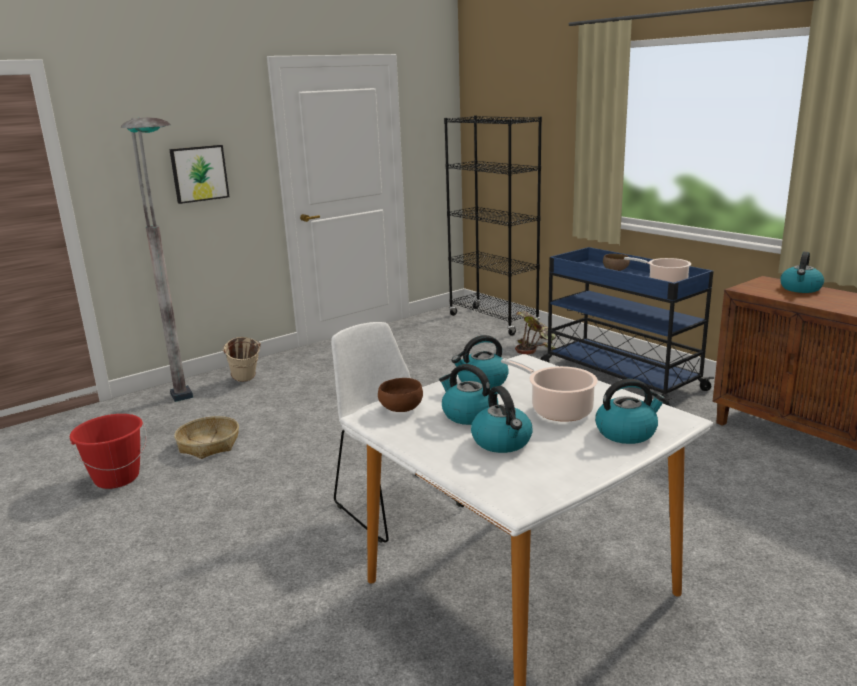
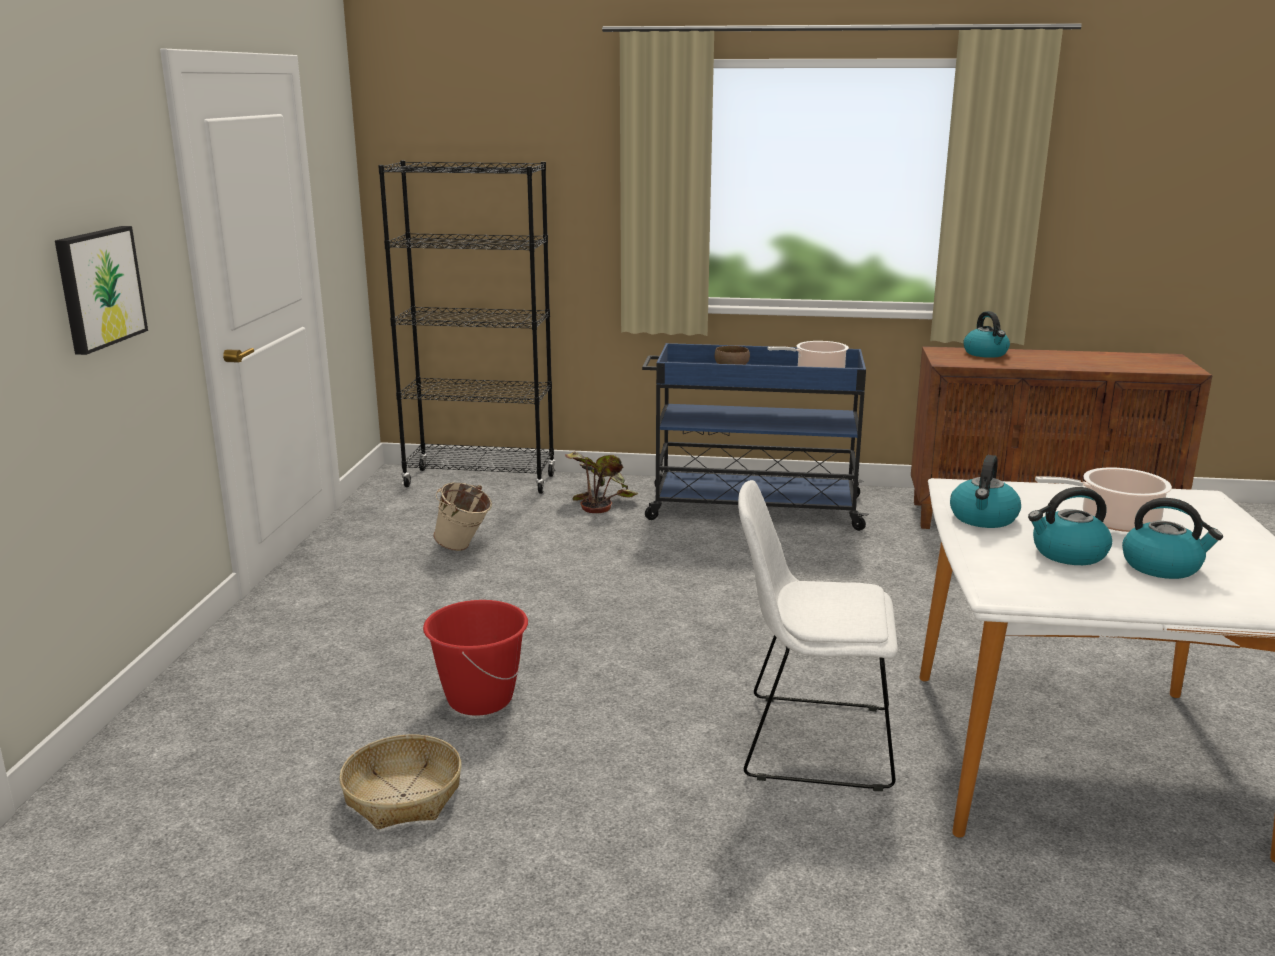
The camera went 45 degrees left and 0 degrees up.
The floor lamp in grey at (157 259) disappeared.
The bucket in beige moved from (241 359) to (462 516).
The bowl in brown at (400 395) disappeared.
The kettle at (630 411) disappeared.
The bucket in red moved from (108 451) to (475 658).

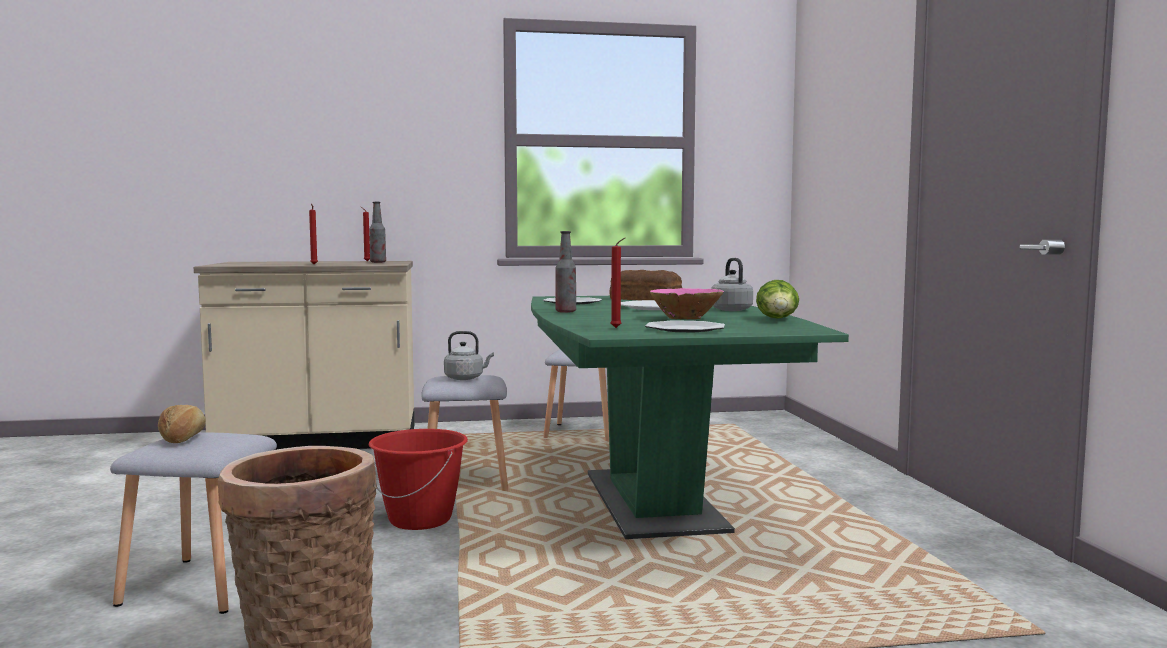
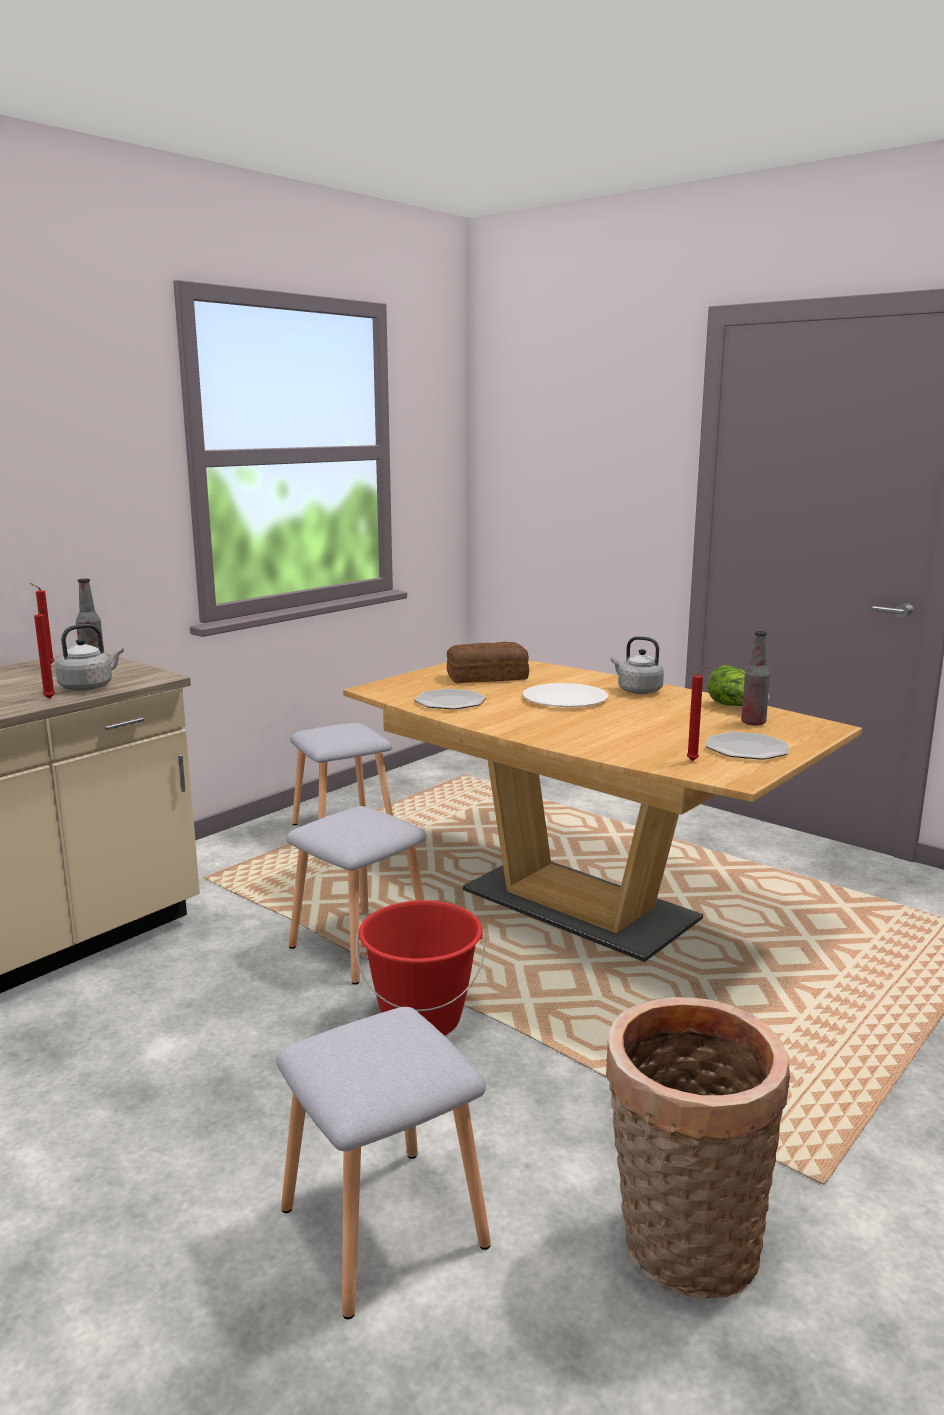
The camera went 40 degrees left and 10 degrees up.
The bottle moved from (565 272) to (755 678).
The bowl in pink at (687 303) disappeared.
The dining table in green at (690 417) became the dining table in brown at (602 811).
The kettle in grey moved from (469 355) to (89 657).
The bread at (182 424) disappeared.

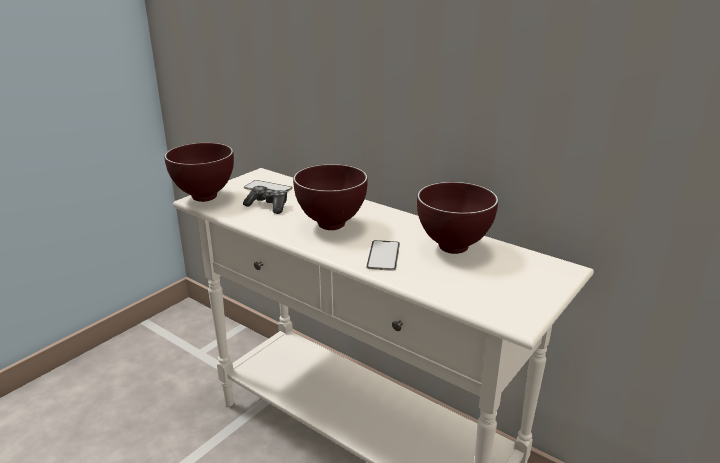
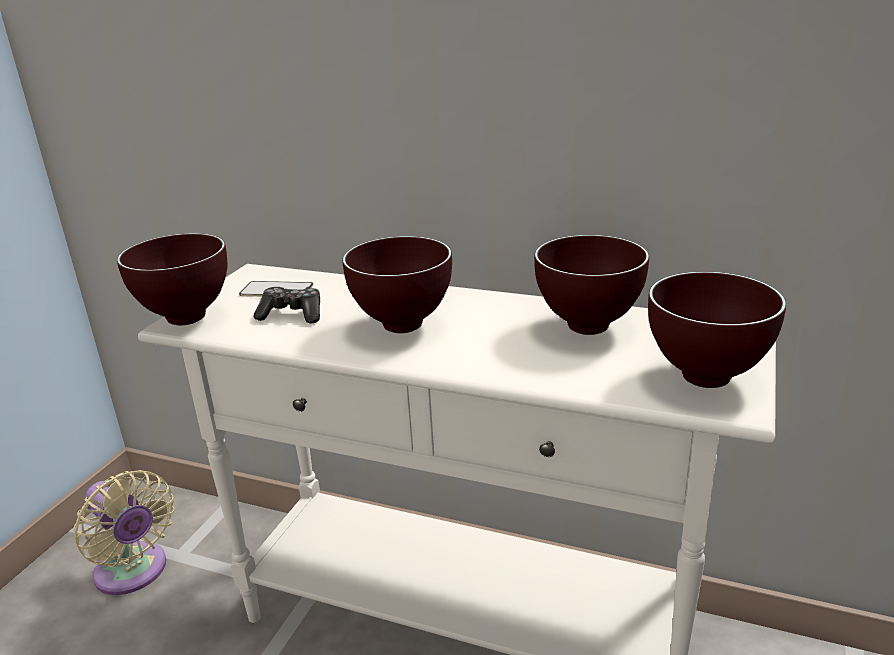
The camera went 15 degrees left and 0 degrees up.
The phone at (383 255) disappeared.
The bowl in brown at (717 330) appeared.
The fan in beige at (124 532) appeared.

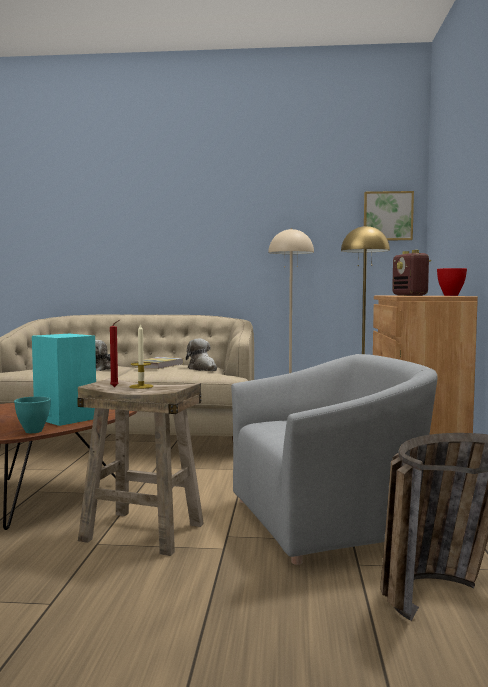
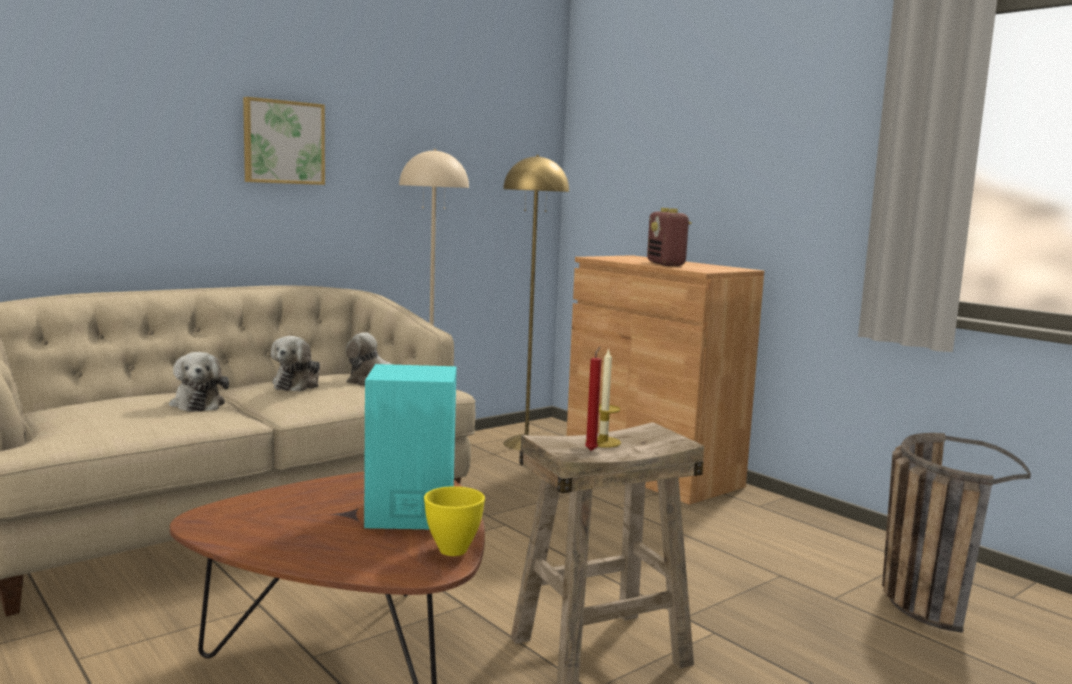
The camera went 45 degrees left and 5 degrees up.
The picture moved from (389 215) to (284 141).
The radio at (411 273) turned 45 degrees clockwise.
The bowl in red at (452 282) disappeared.
The armchair in grey at (334 459) disappeared.
The book at (158 363) was replaced by the plush toy at (295 364).
The bowl in turquoise at (32 414) became the bowl in yellow at (454 521).

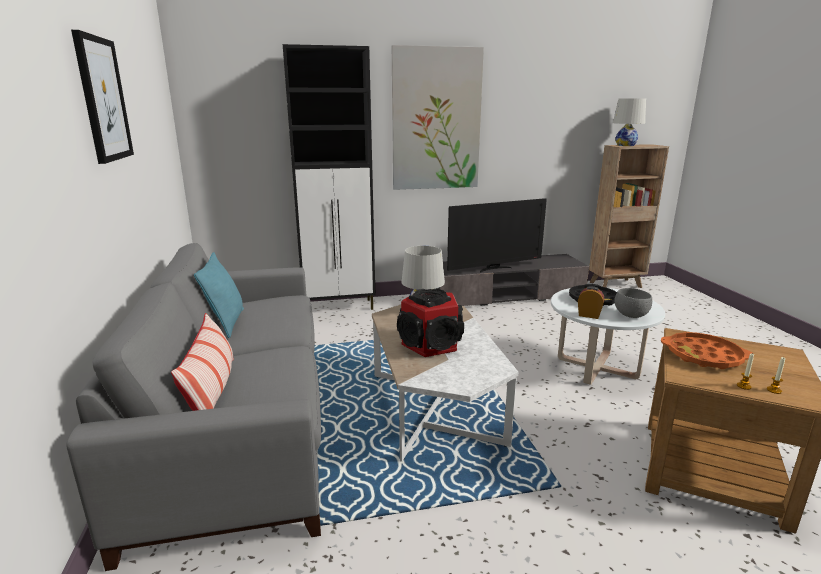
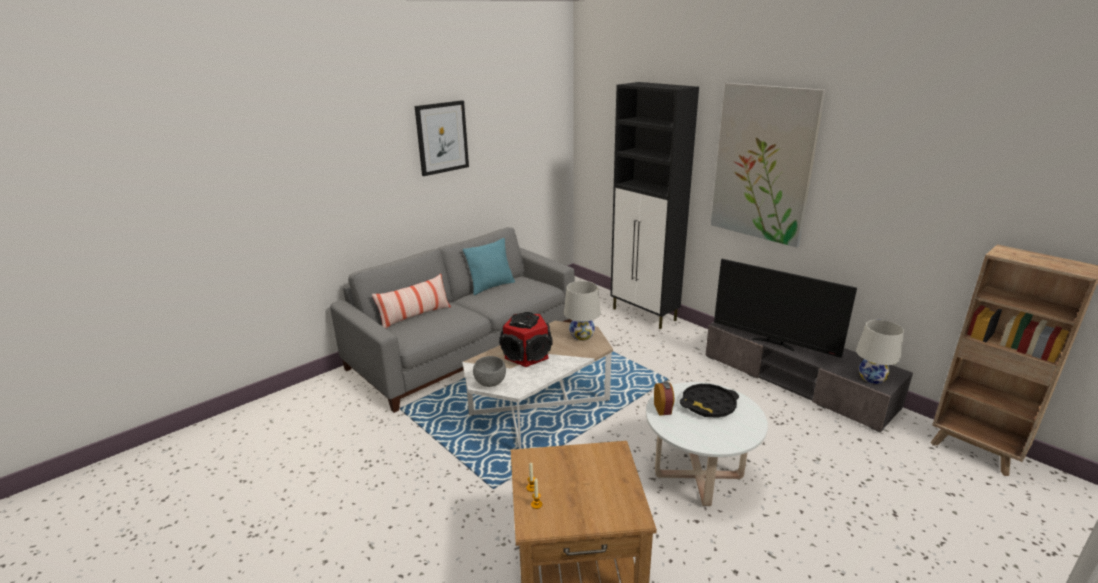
The camera went 60 degrees right and 5 degrees up.
The table lamp in white moved from (629 122) to (880 352).
The bowl in grey moved from (633 303) to (489 371).
The tray in orange at (707 350) disappeared.

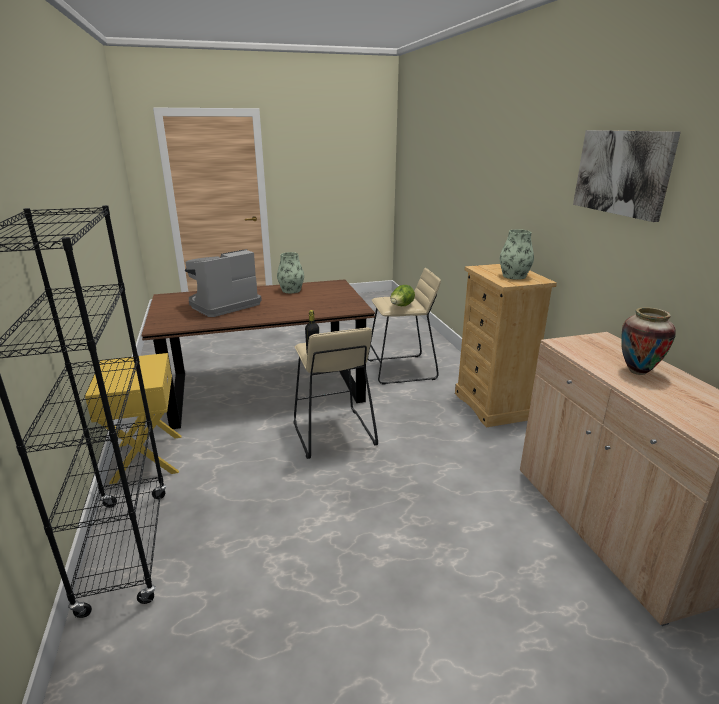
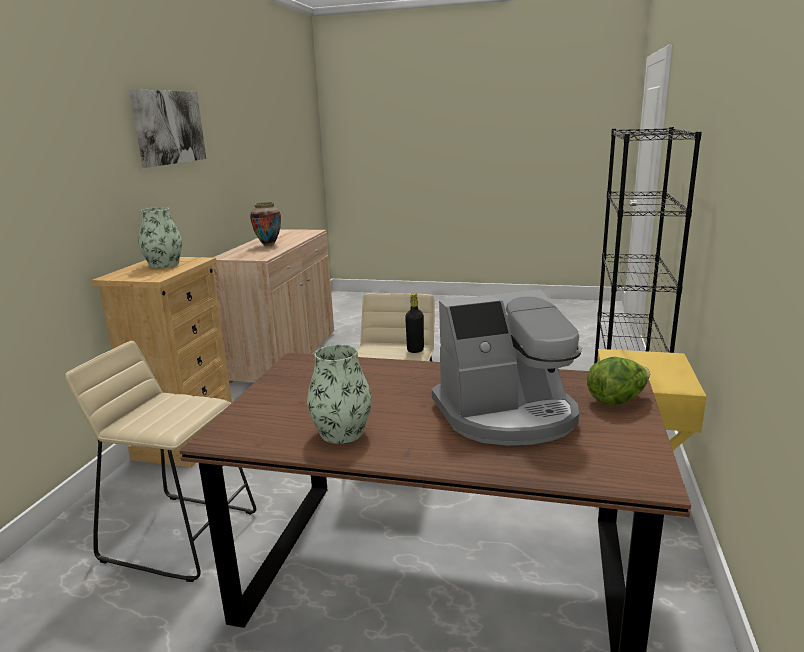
The camera went 150 degrees left and 5 degrees down.
The lettuce moved from (402 295) to (618 381).

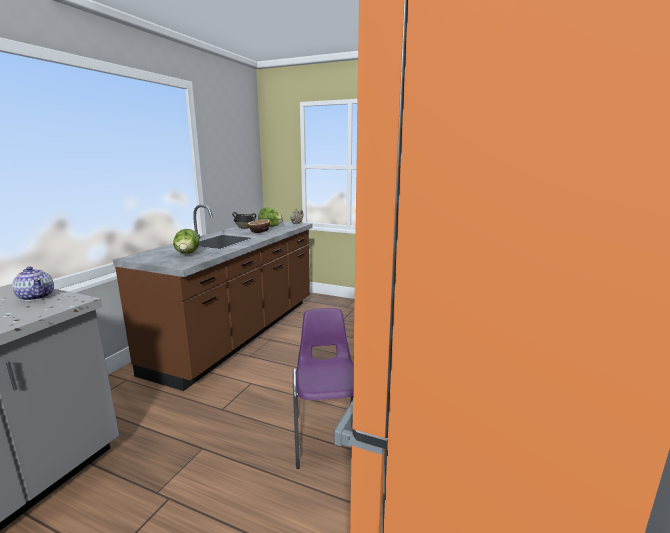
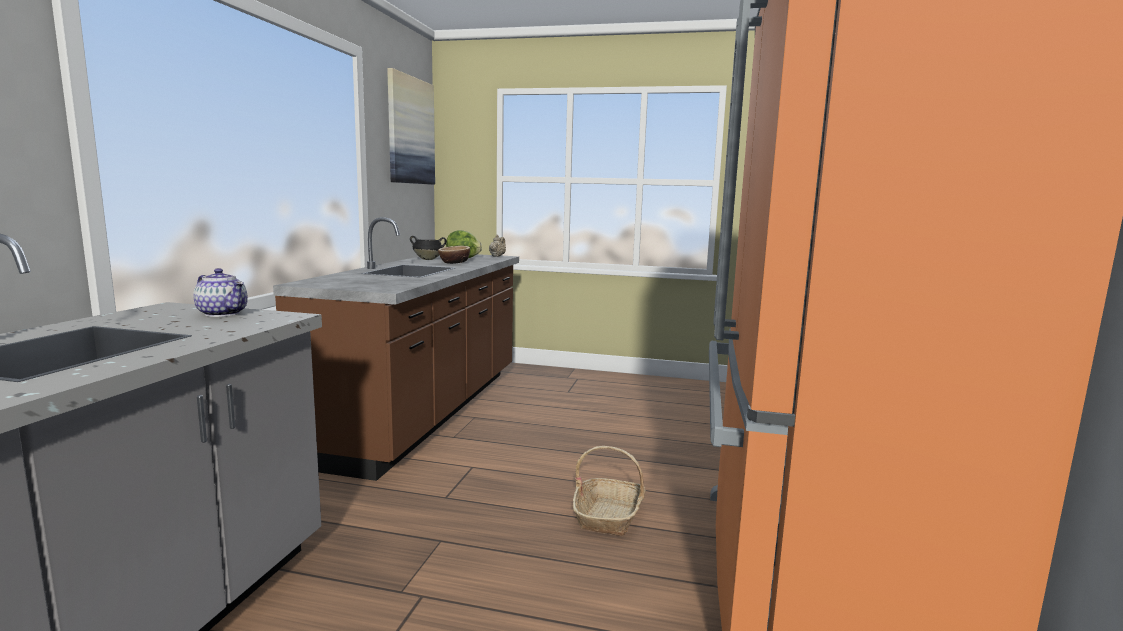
The camera went 10 degrees left and 5 degrees down.
The lettuce at (186 241) disappeared.
The chair in purple at (323 388) was replaced by the basket at (609 491).
The picture at (411 126) appeared.

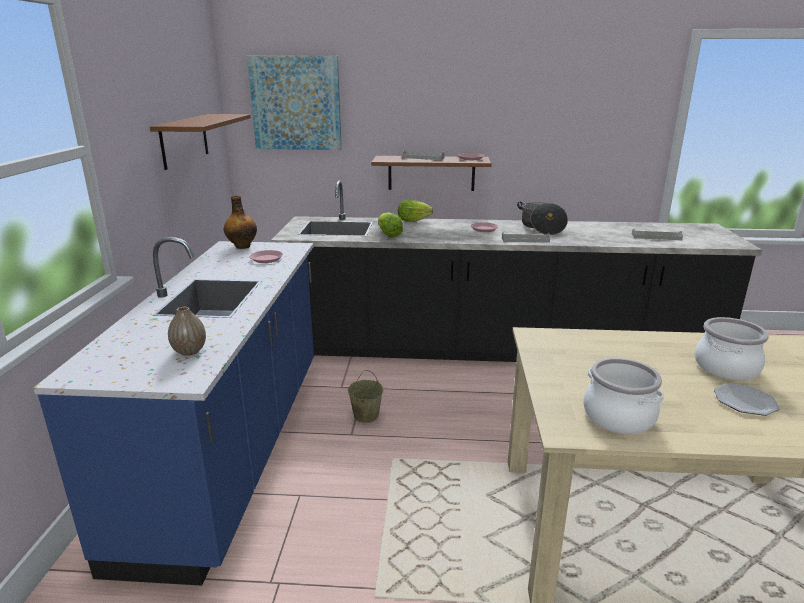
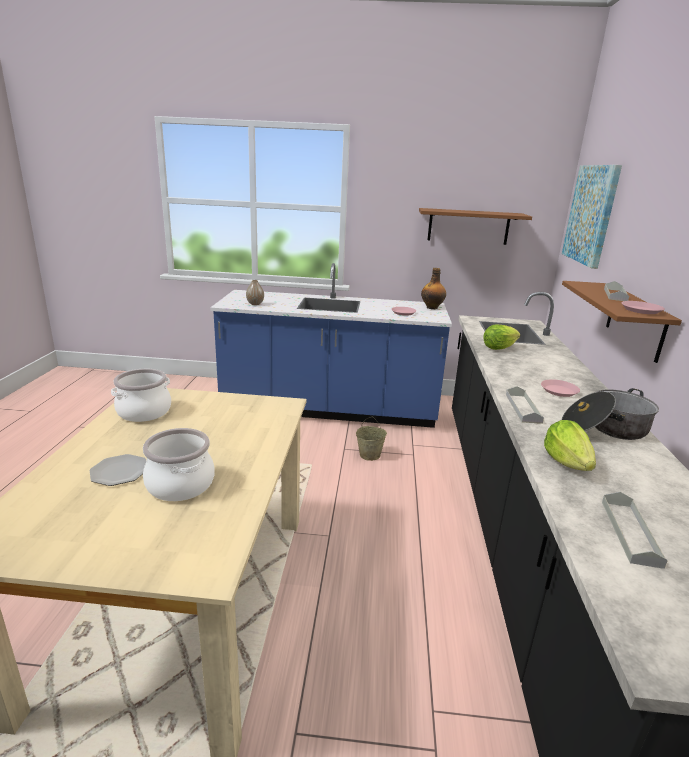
The camera went 90 degrees right and 0 degrees up.
The lettuce moved from (415 211) to (570 445).

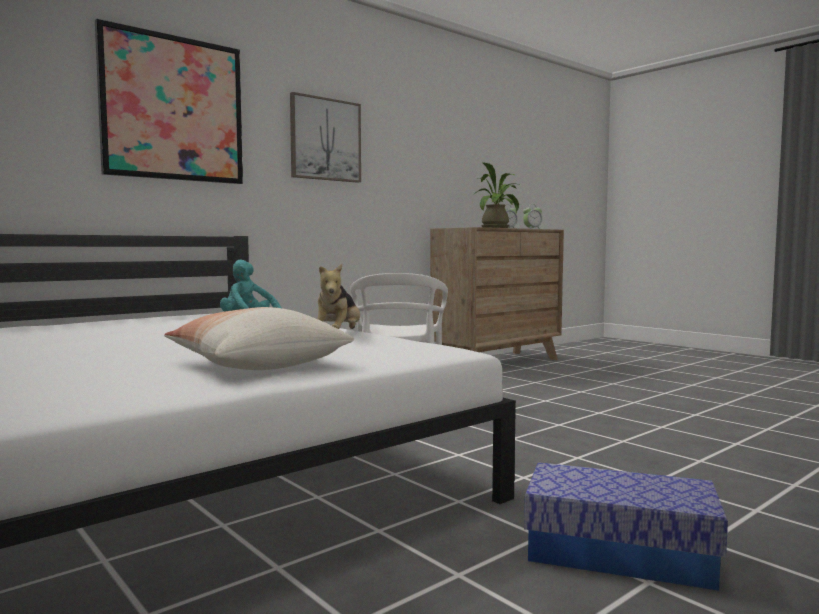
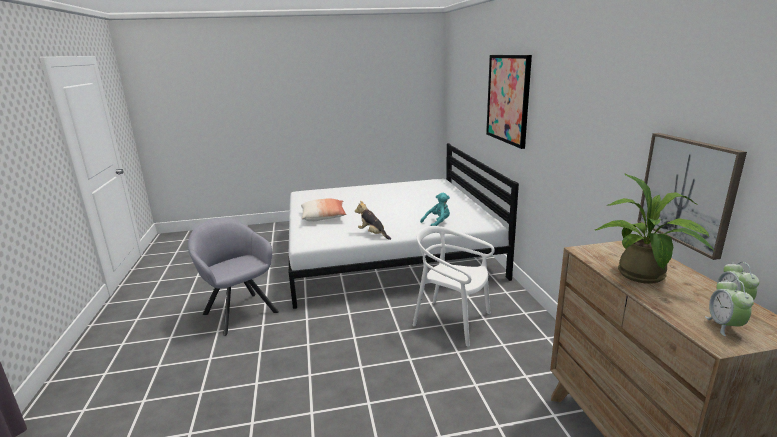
The camera went 120 degrees right and 15 degrees up.
The picture moved from (325 137) to (692 196).
The storage box at (626 526) was replaced by the armchair in grey at (233 277).

